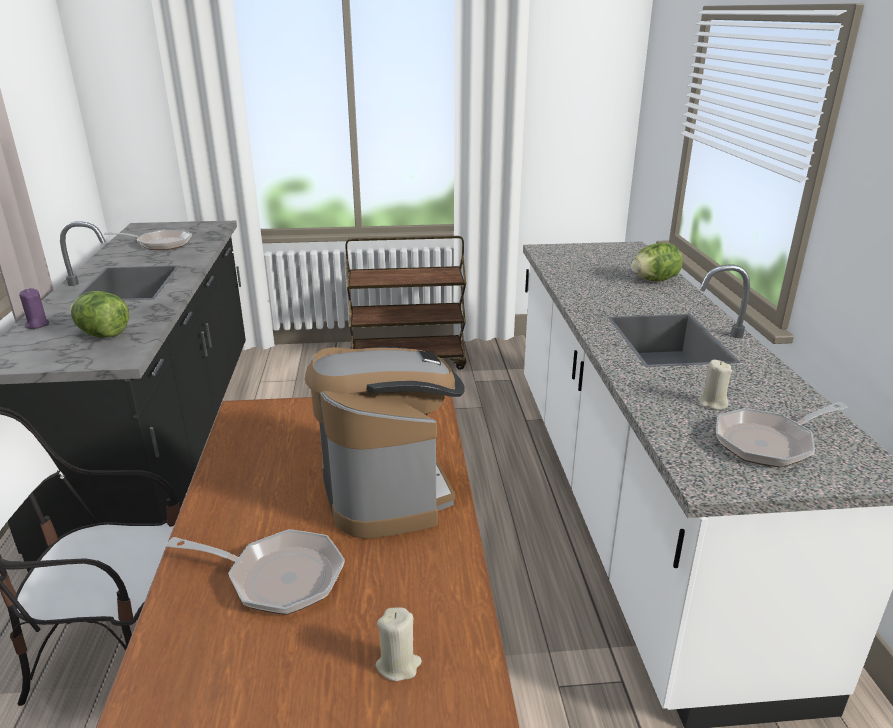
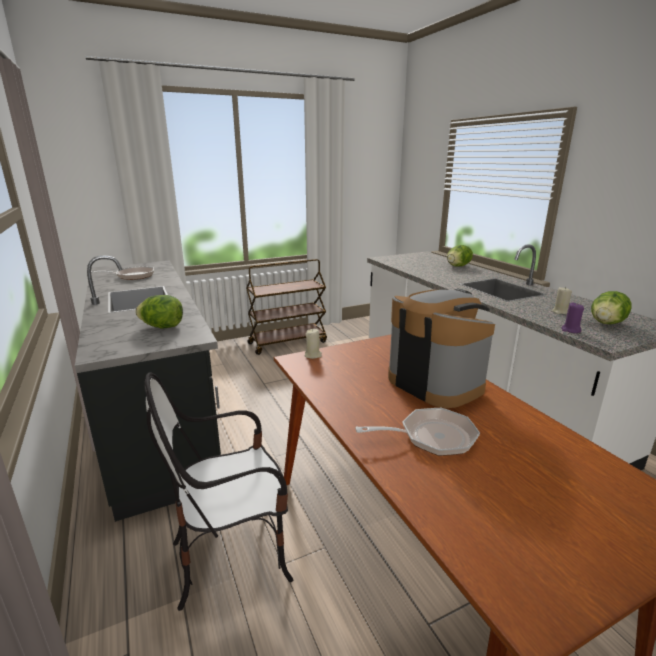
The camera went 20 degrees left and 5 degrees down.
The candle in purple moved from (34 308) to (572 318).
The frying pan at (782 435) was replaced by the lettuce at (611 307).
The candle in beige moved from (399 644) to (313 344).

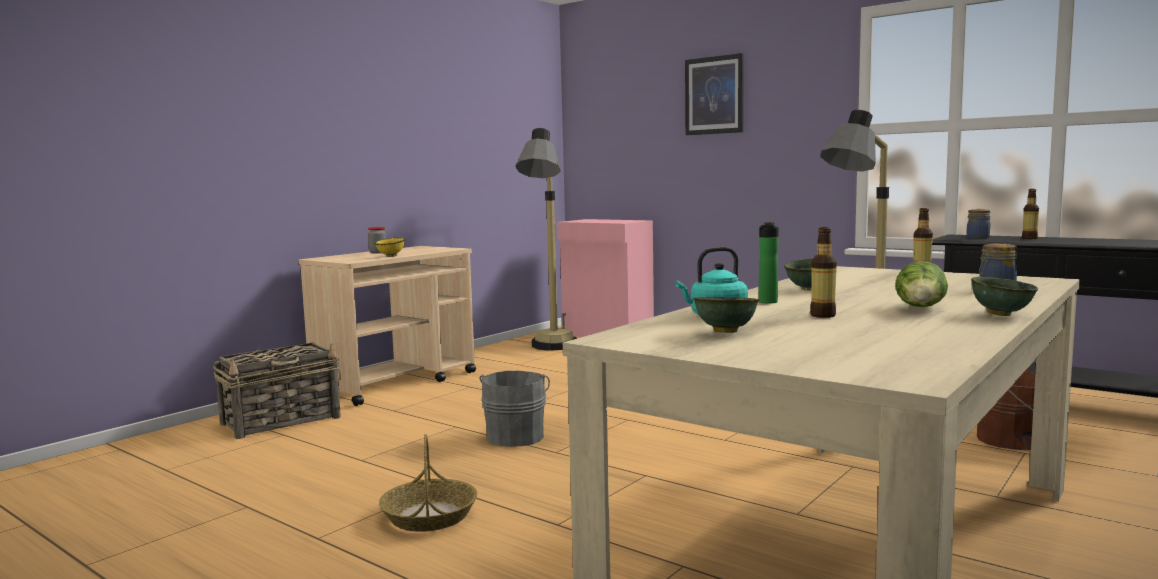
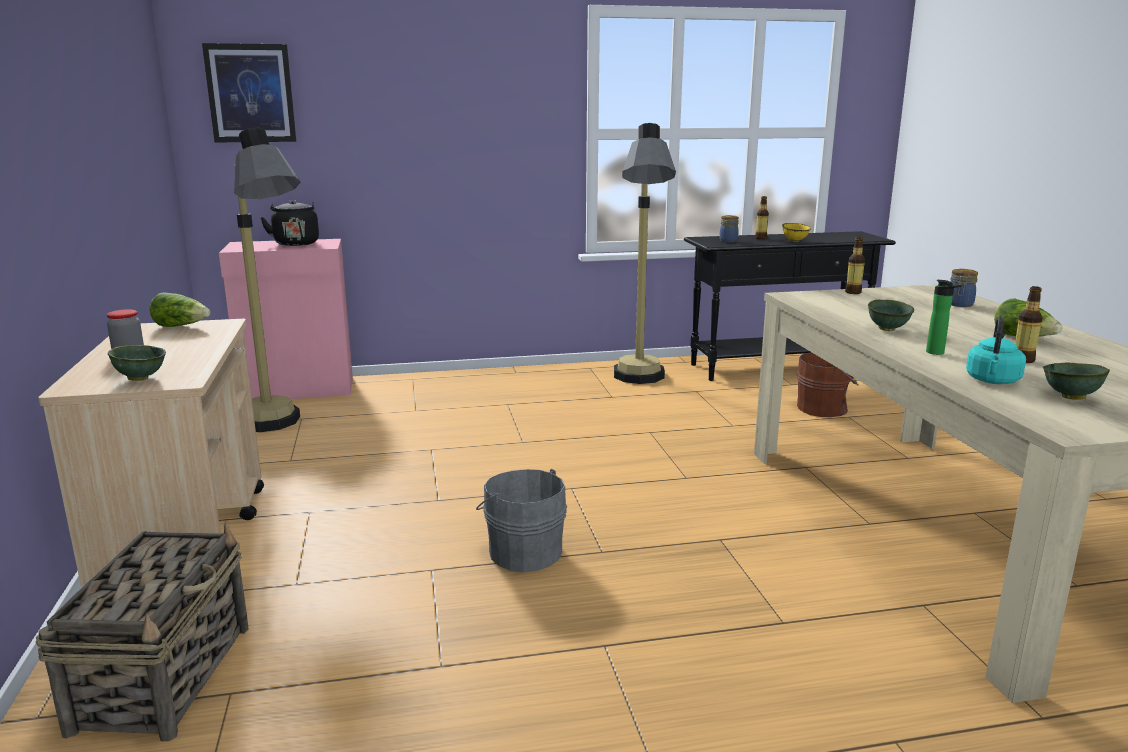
The camera went 50 degrees left and 10 degrees up.
The picture moved from (714 94) to (249 92).
The bowl in yellow moved from (389 247) to (796 232).
The bowl in green moved from (1004 296) to (137 363).
The basket at (428 483) disappeared.
The kettle in black at (289 223) appeared.
The lettuce at (180 309) appeared.

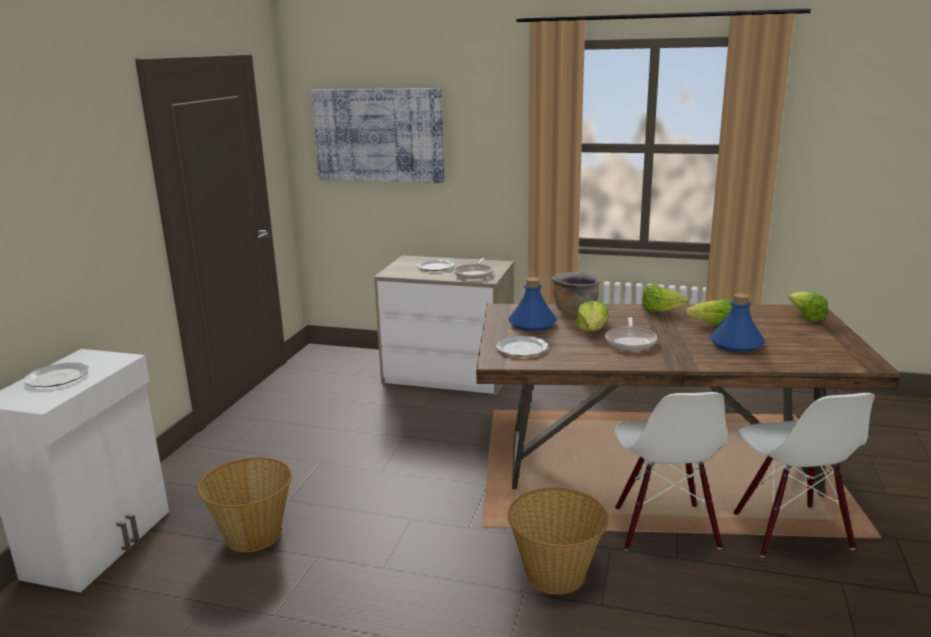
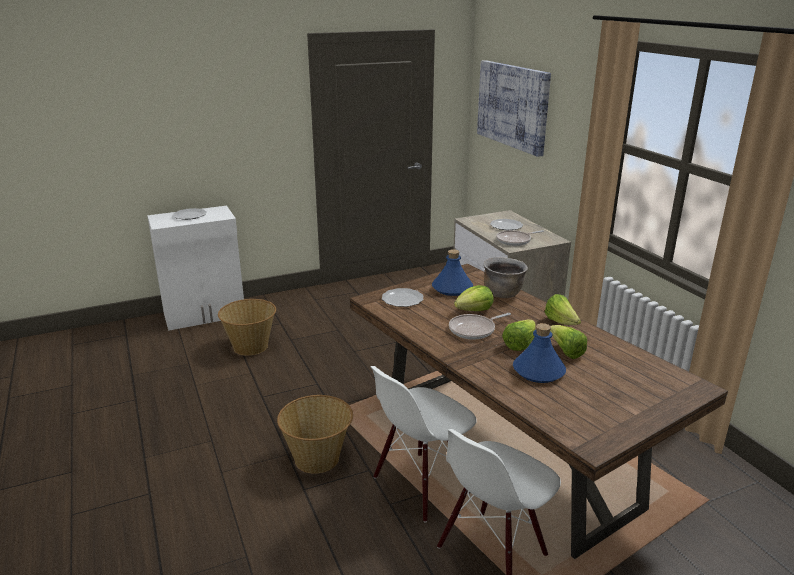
The camera went 50 degrees right and 5 degrees up.
The lettuce moved from (808 307) to (519 335).

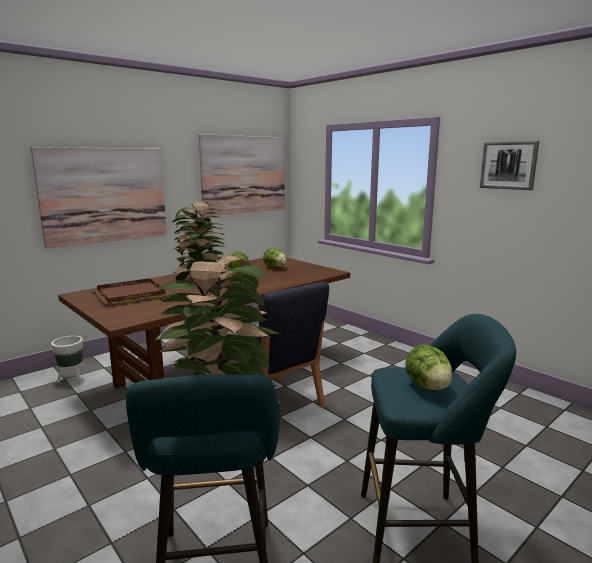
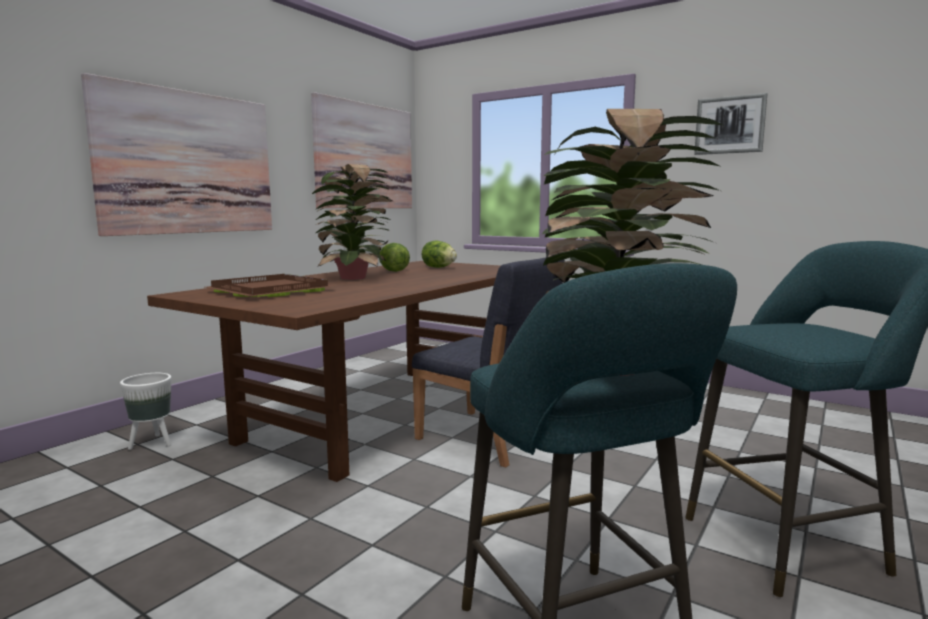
The camera went 15 degrees left and 5 degrees down.
The lettuce at (428 367) disappeared.

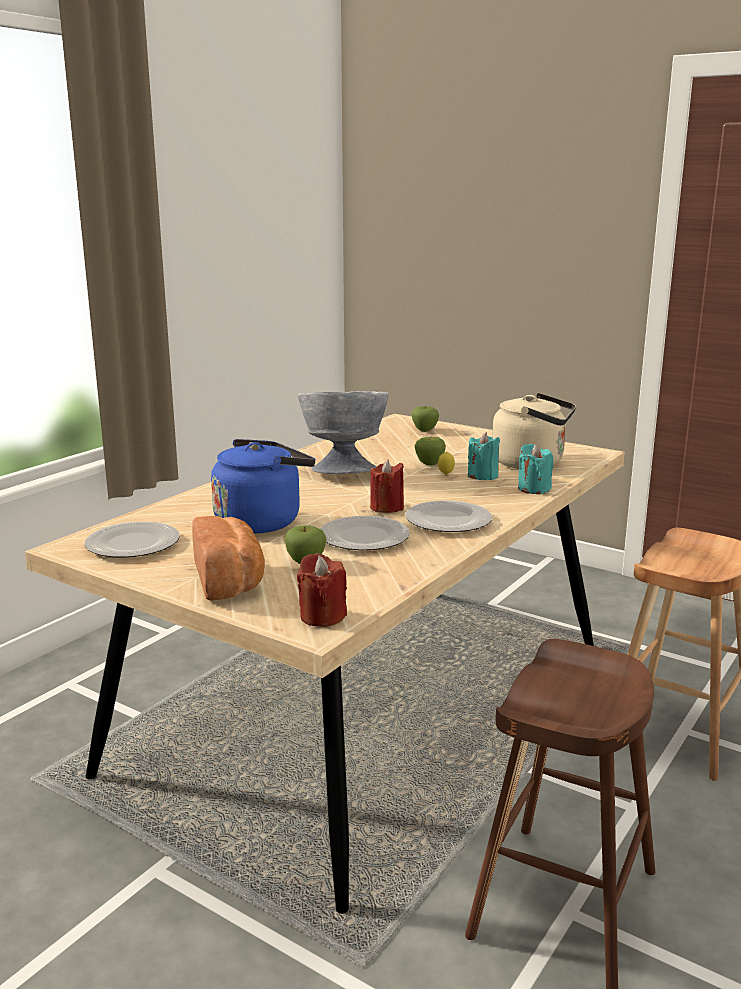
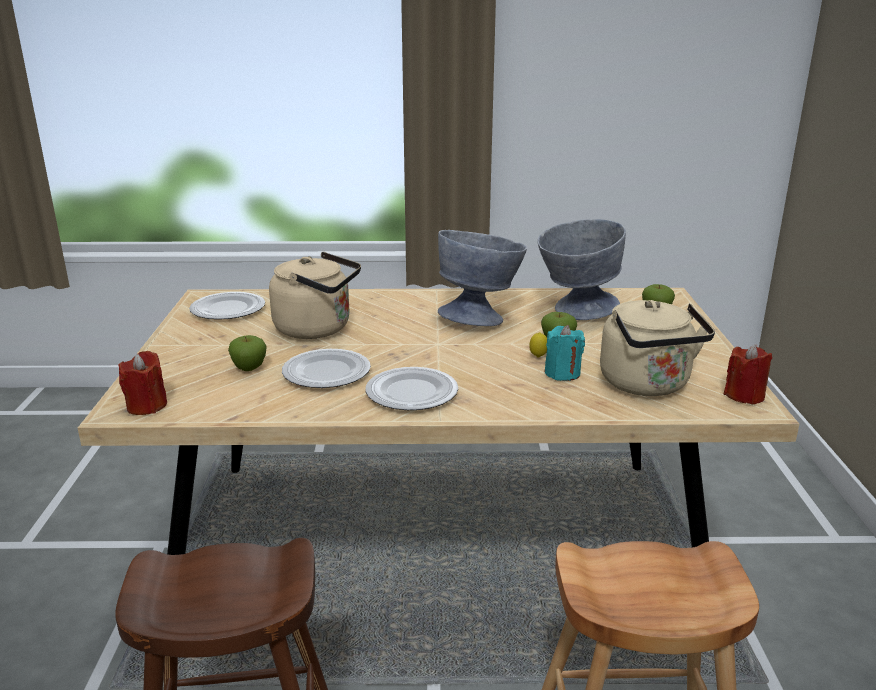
The camera went 55 degrees right and 5 degrees up.
The kettle in blue at (263 486) became the kettle in beige at (315 295).
The candle in turquoise at (535 469) disappeared.
The candle in red moved from (387 486) to (748 375).
The bread at (228 558) disappeared.
The bowl in grey at (581 269) appeared.

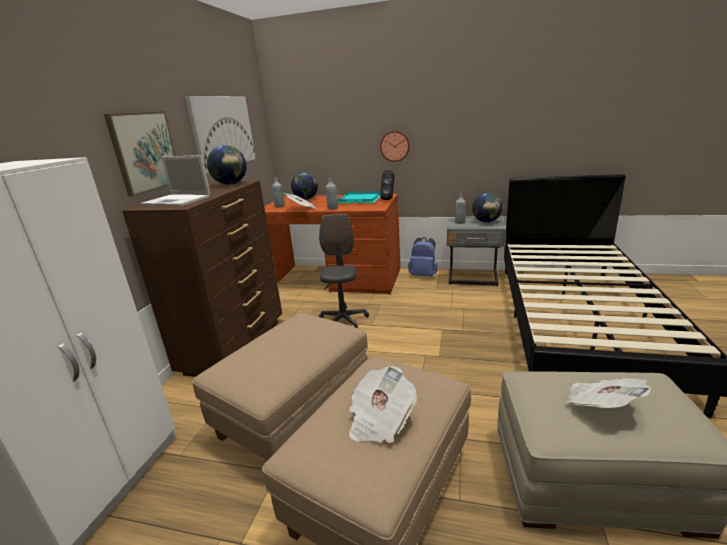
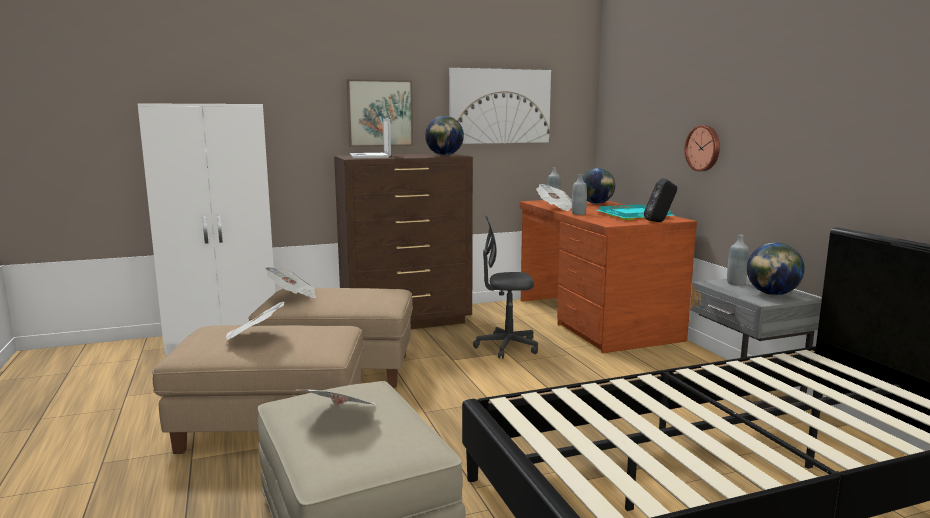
The camera went 55 degrees right and 10 degrees down.
The office chair in grey at (344 271) turned 150 degrees counterclockwise.
The backpack in blue at (423 257) disappeared.
The newspaper at (290 282) appeared.

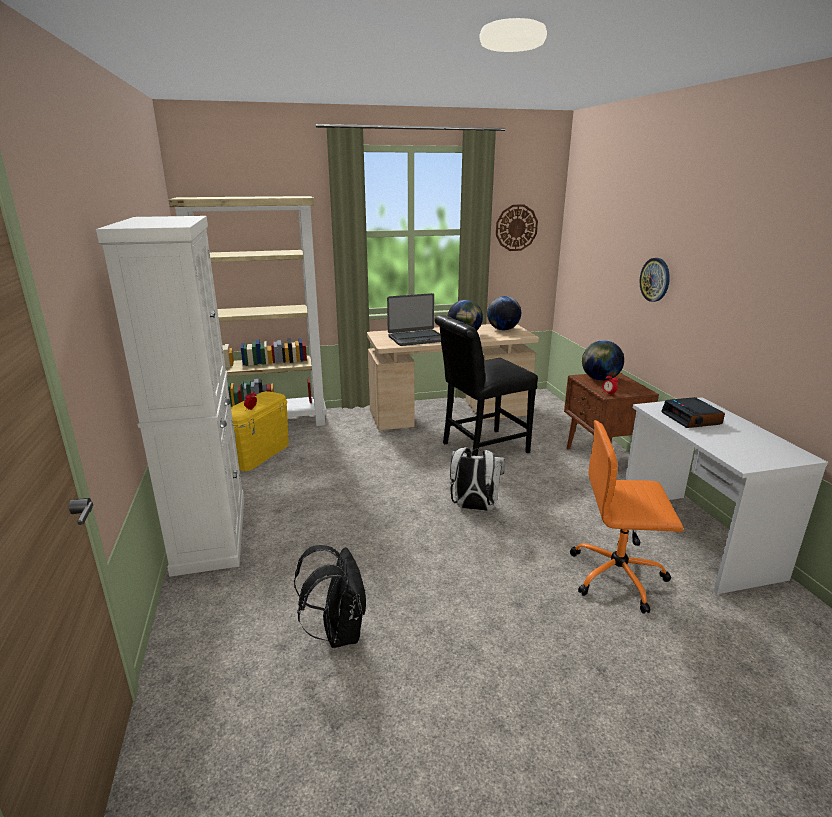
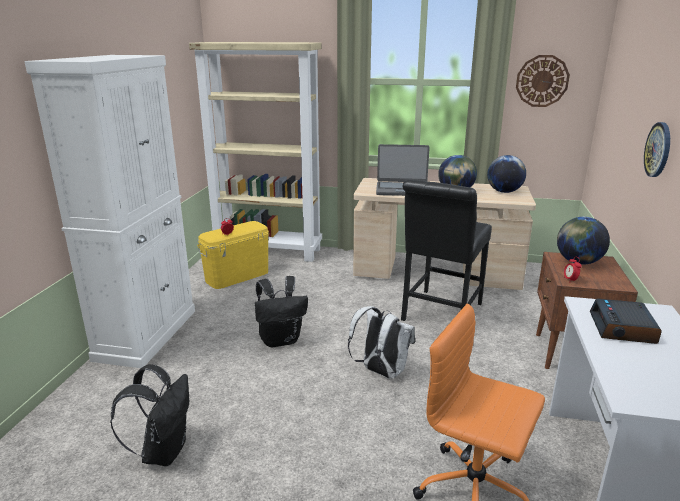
The camera went 25 degrees right and 0 degrees up.
The chair in black at (486 385) turned 60 degrees counterclockwise.
The backpack in black at (281 311) appeared.

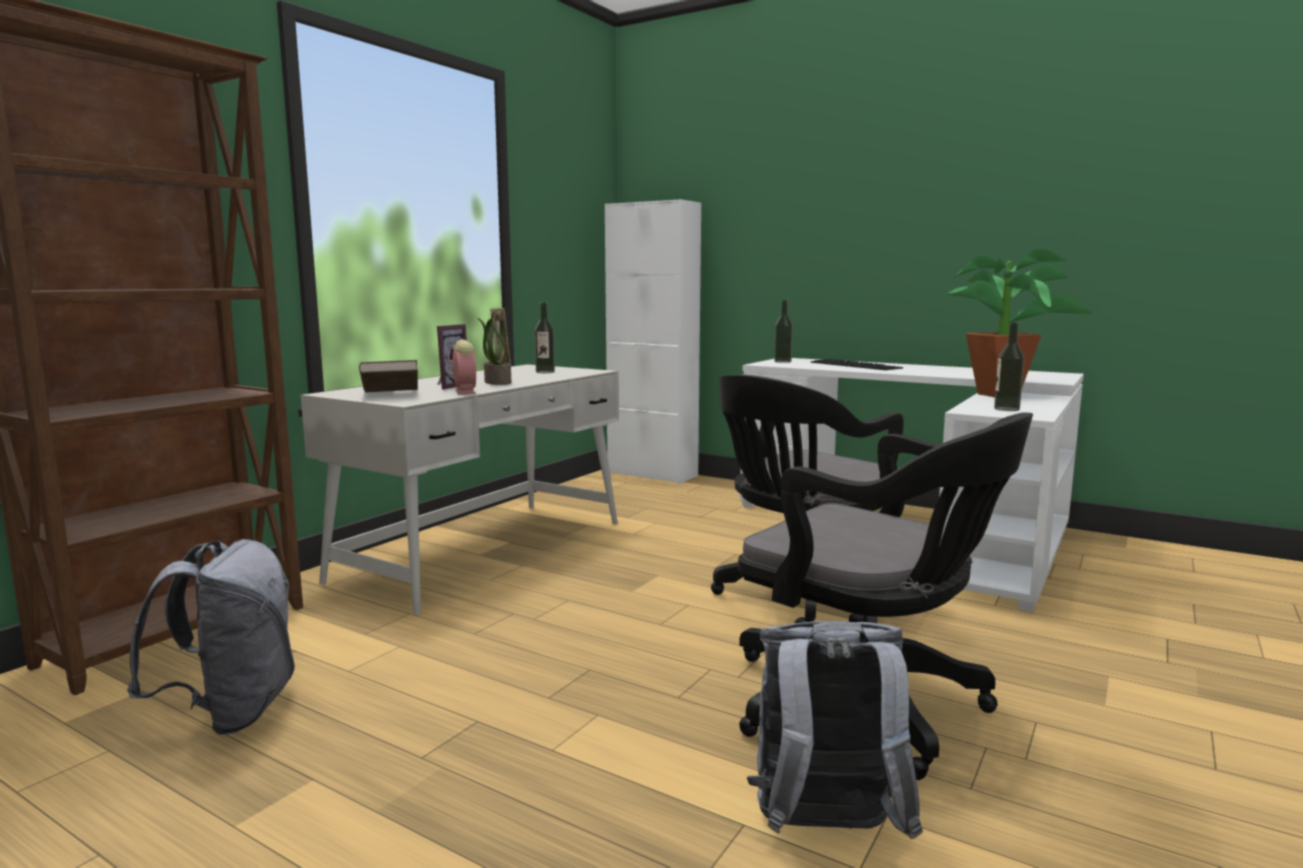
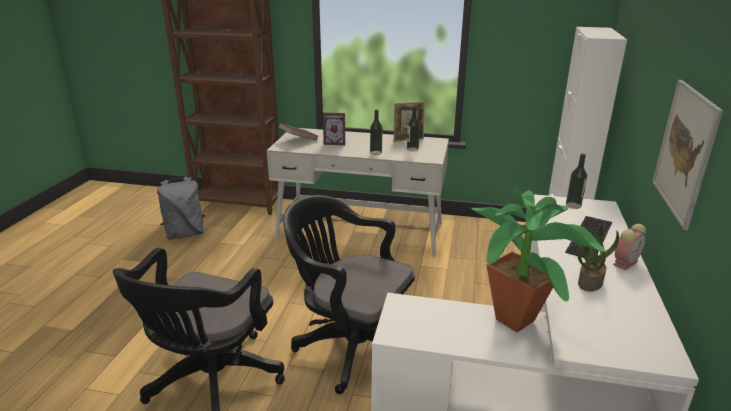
The camera went 70 degrees right and 15 degrees up.
The potted plant moved from (494 348) to (598 258).
The bottle moved from (1009 366) to (376 132).
The alarm clock moved from (463 367) to (629 247).
The backpack in grey at (835 730) disappeared.
The picture at (687 155) appeared.

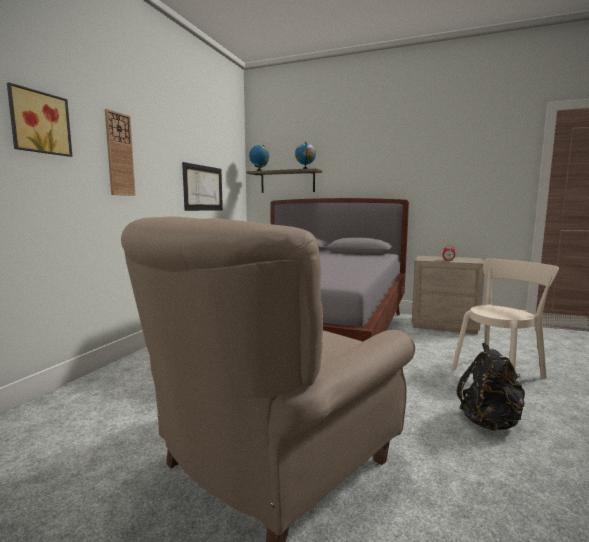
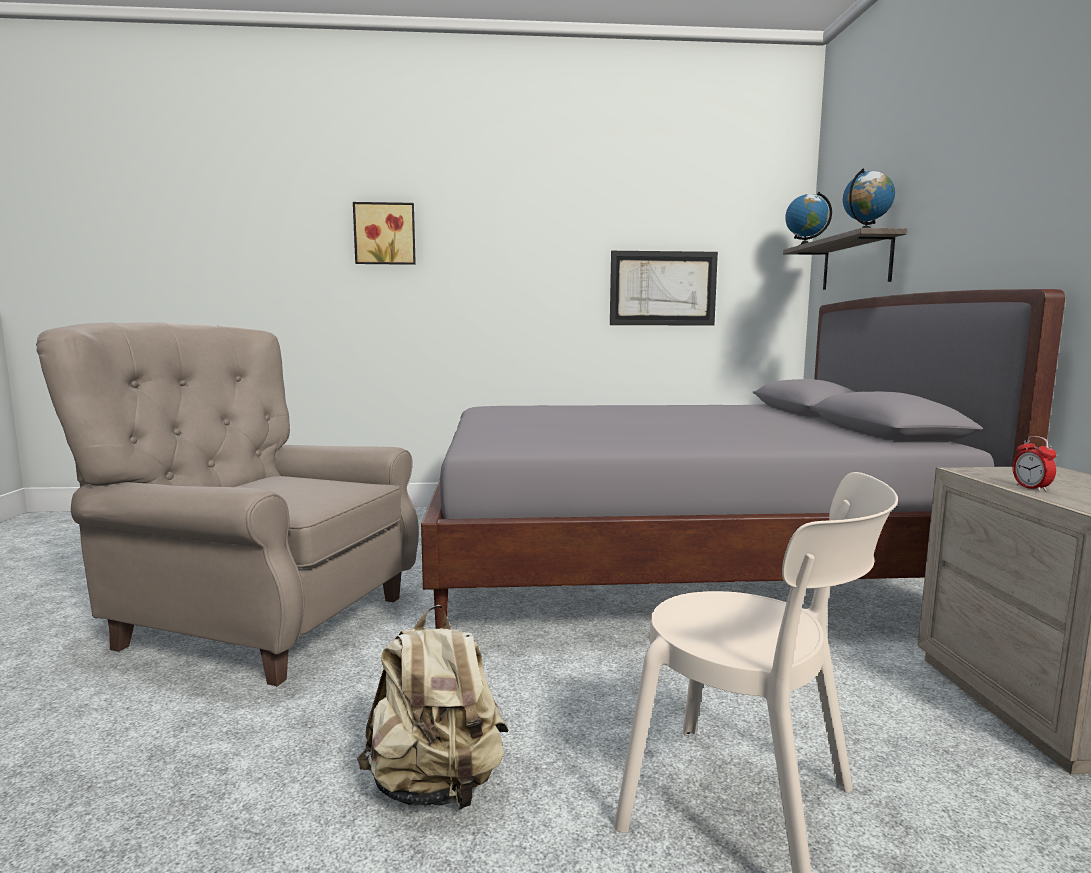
The camera went 65 degrees right and 0 degrees up.
The wall clock at (120 152) disappeared.
The backpack in black at (491 387) became the backpack in beige at (433 708).

